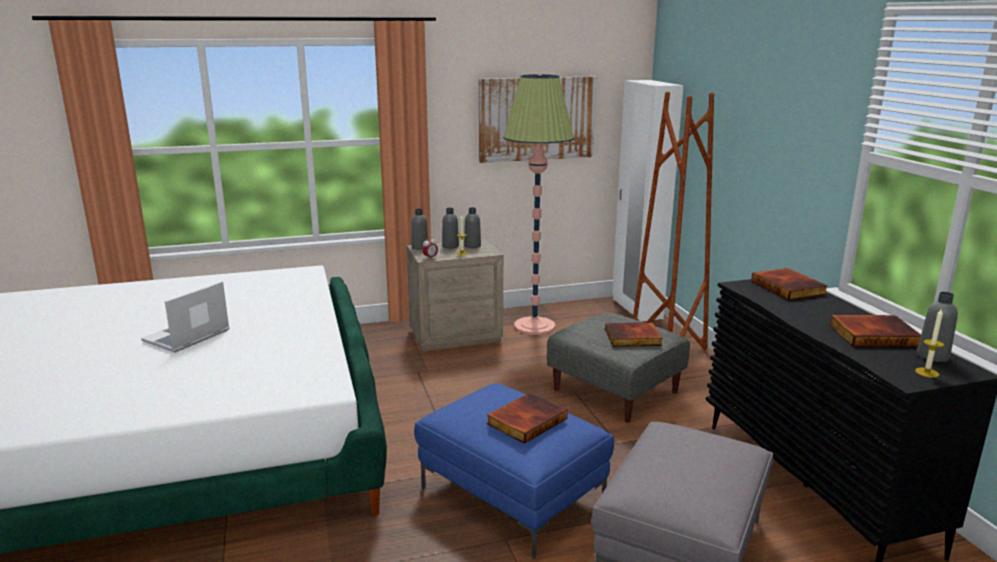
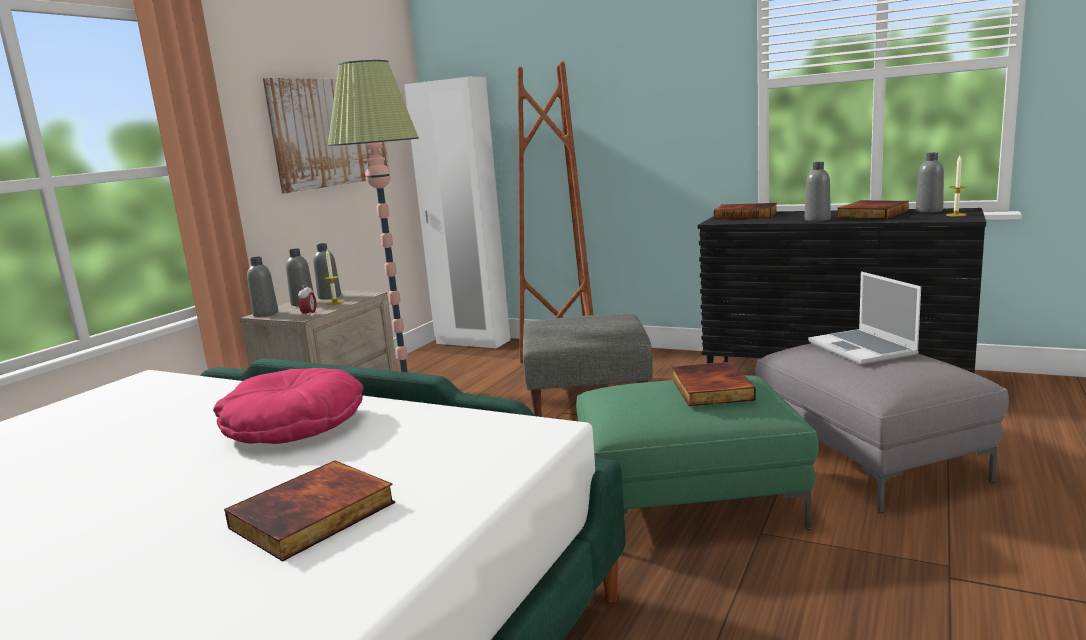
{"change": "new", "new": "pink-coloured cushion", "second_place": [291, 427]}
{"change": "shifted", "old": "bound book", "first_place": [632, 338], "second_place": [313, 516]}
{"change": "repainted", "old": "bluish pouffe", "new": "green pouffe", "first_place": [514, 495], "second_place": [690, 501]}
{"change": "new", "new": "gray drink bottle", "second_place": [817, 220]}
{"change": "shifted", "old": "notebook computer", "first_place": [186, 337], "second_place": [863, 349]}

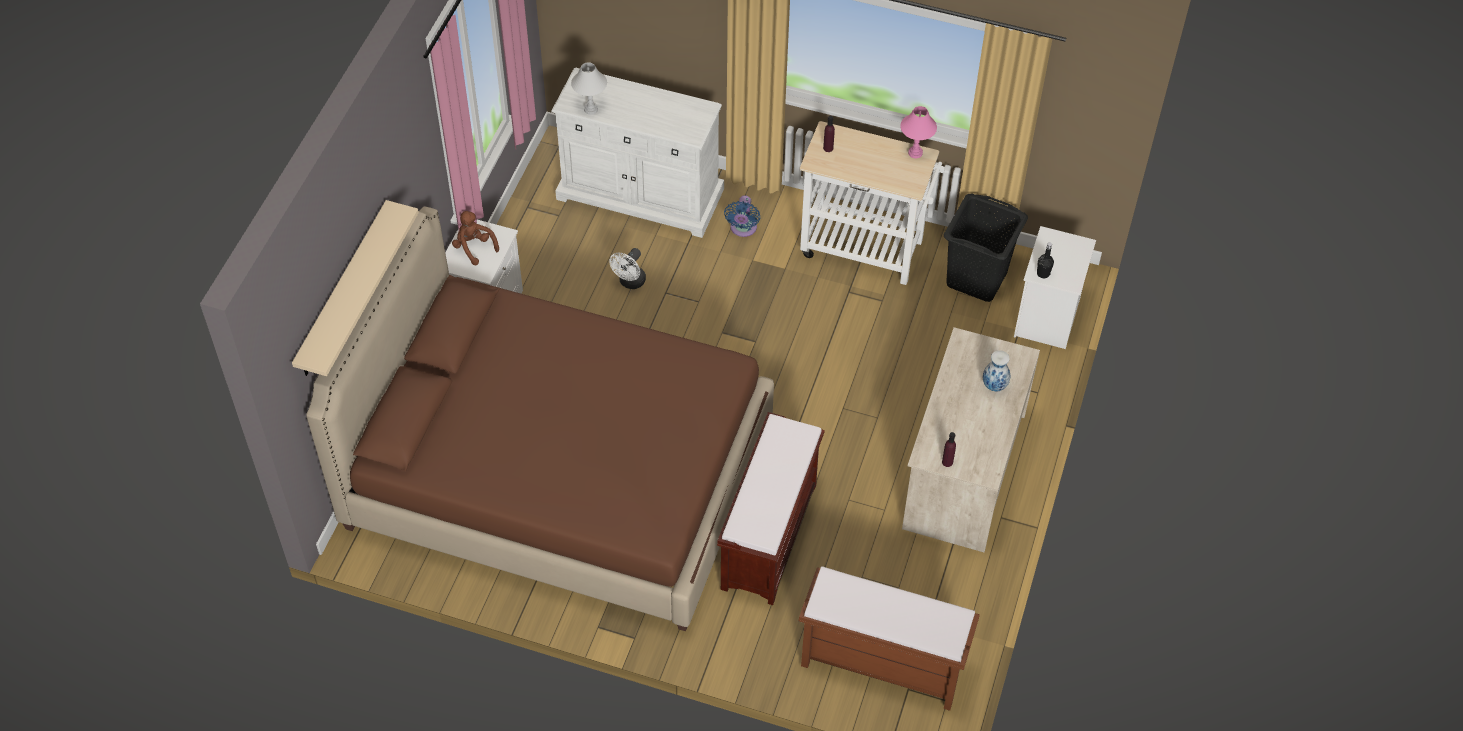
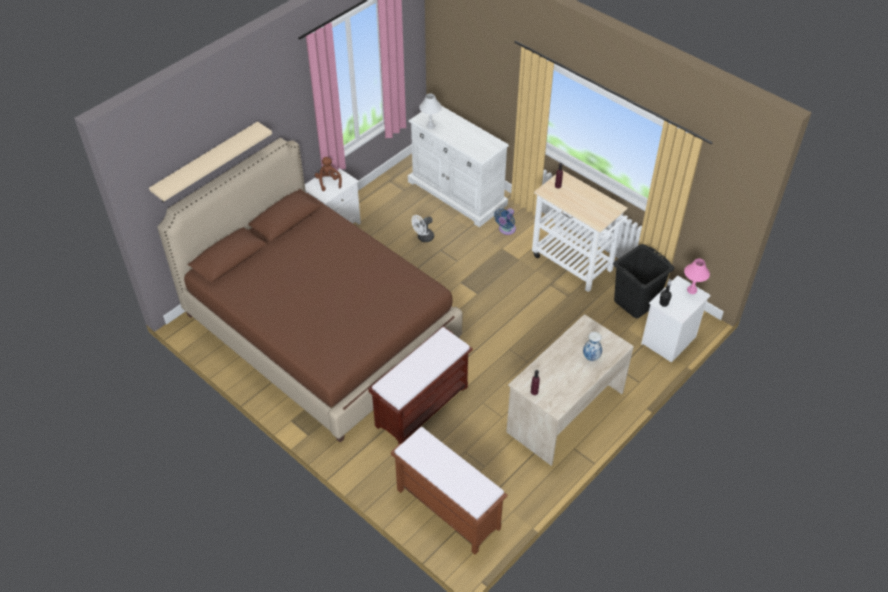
{"change": "shifted", "old": "pink-coloured tabletop lamp", "first_place": [915, 153], "second_place": [692, 290]}

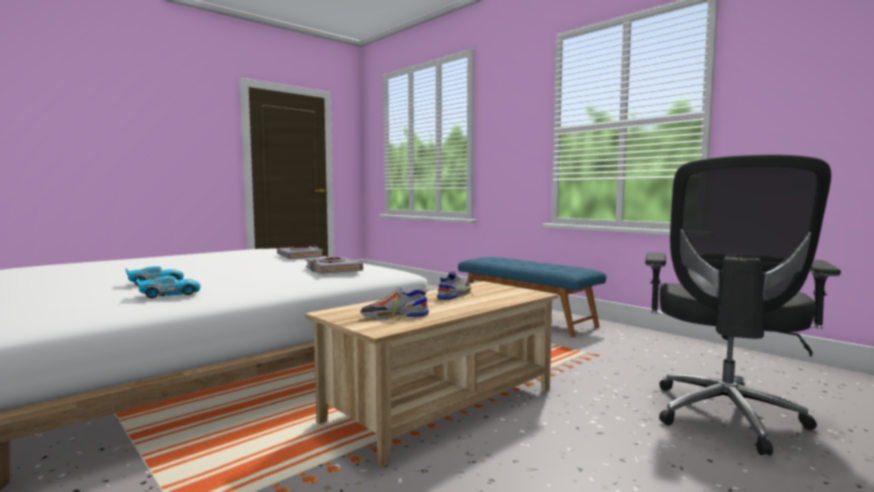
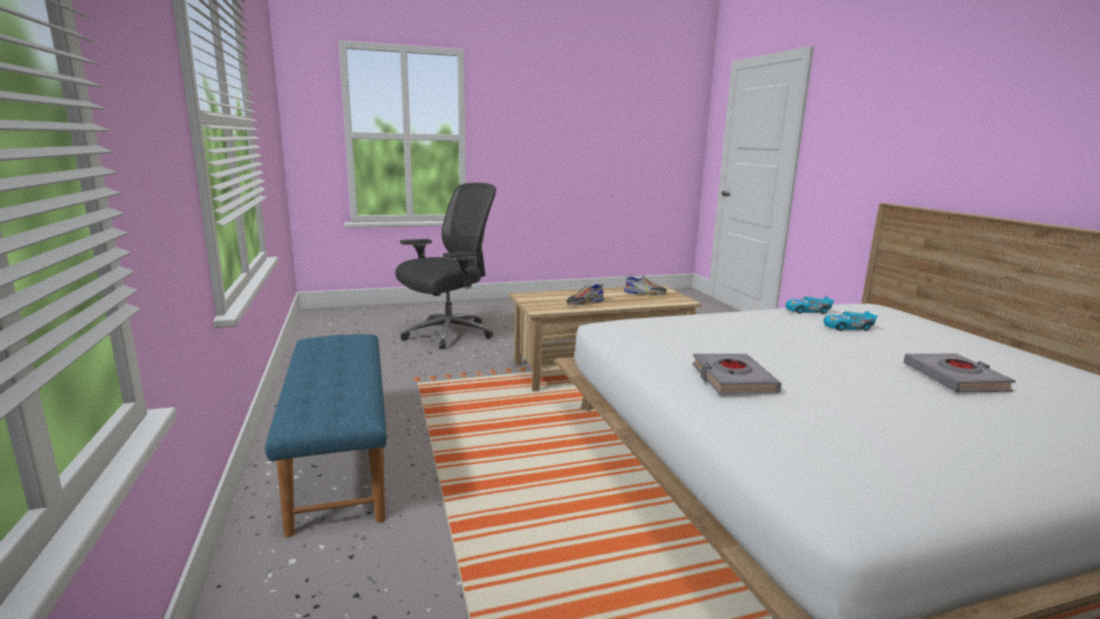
{"change": "shifted", "old": "gray bound book", "first_place": [333, 270], "second_place": [955, 378]}

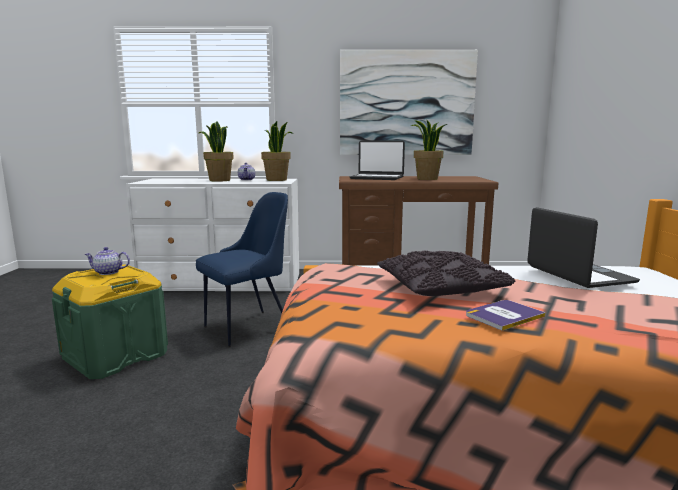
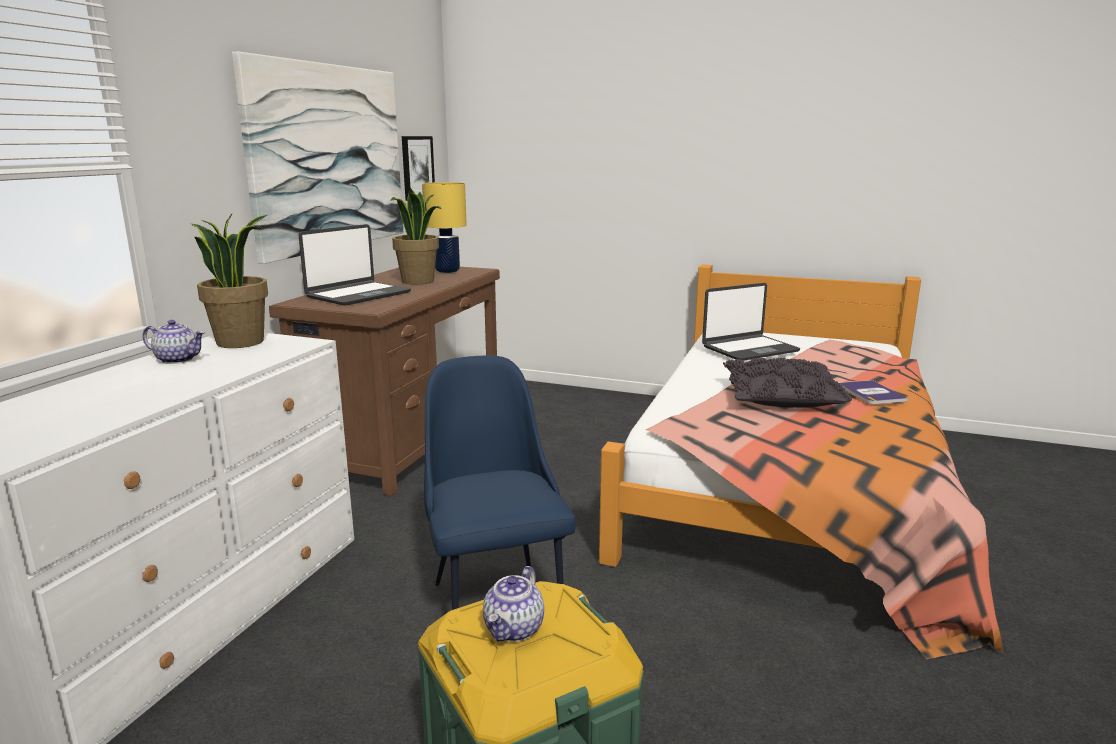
{"change": "new", "new": "wall picture", "second_place": [417, 167]}
{"change": "new", "new": "yellow-coloured tabletop lamp", "second_place": [448, 272]}
{"change": "rotated", "old": "notebook computer", "first_place": [578, 274], "second_place": [749, 349], "degrees": 150}
{"change": "gone", "old": "potted plant", "first_place": [219, 180]}

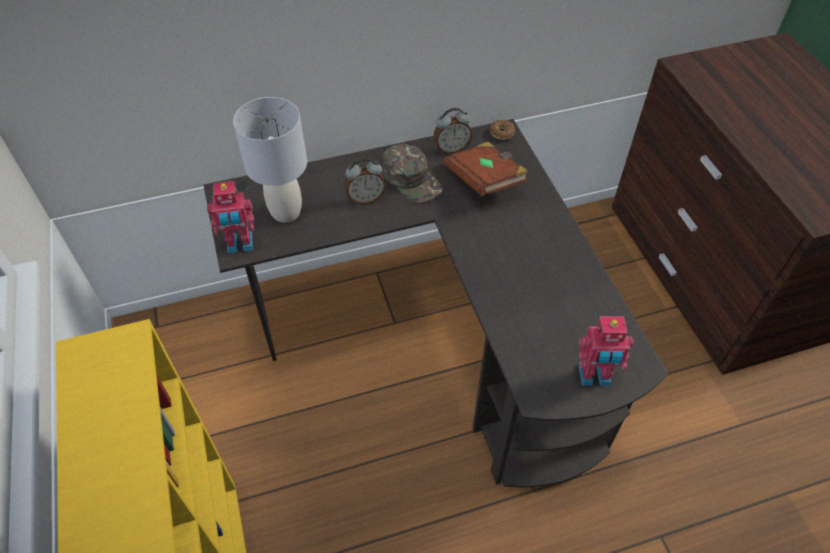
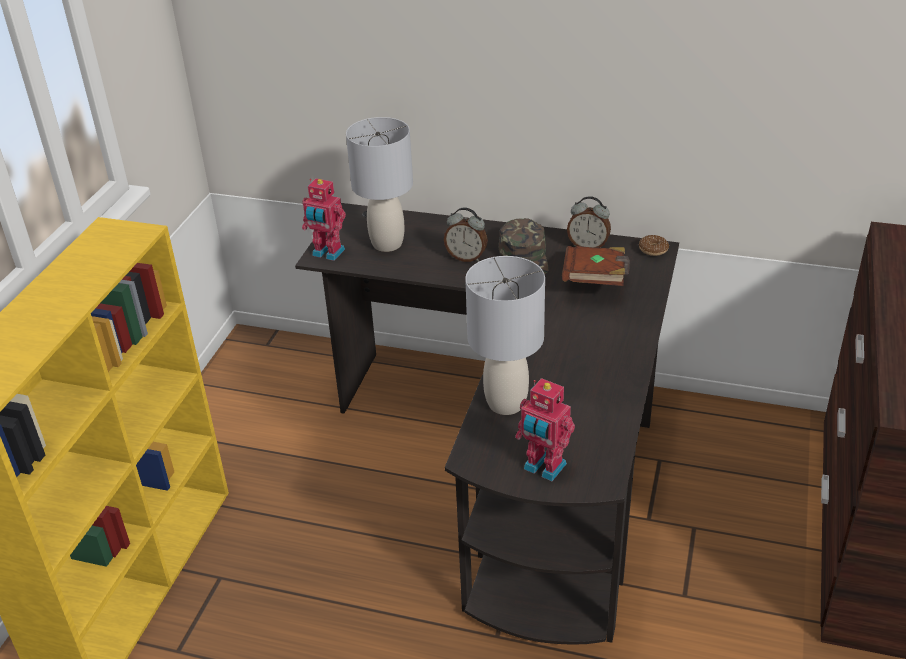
{"change": "new", "new": "gray tabletop lamp", "second_place": [506, 403]}

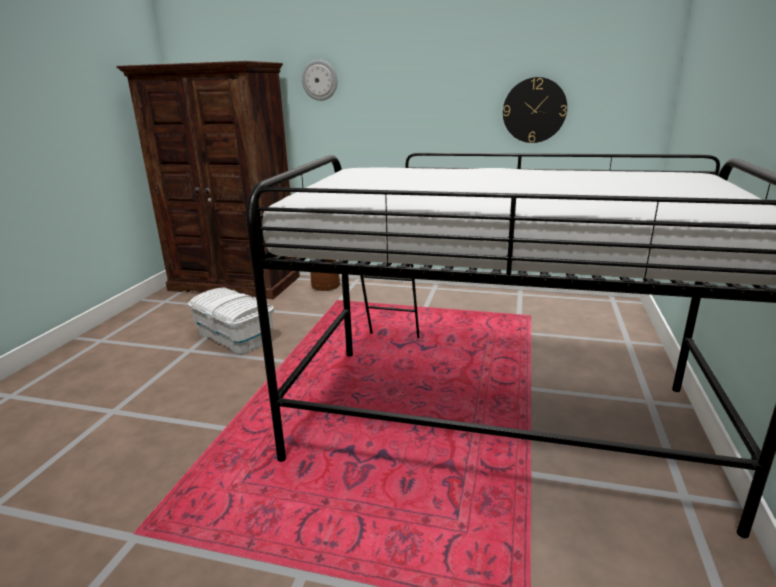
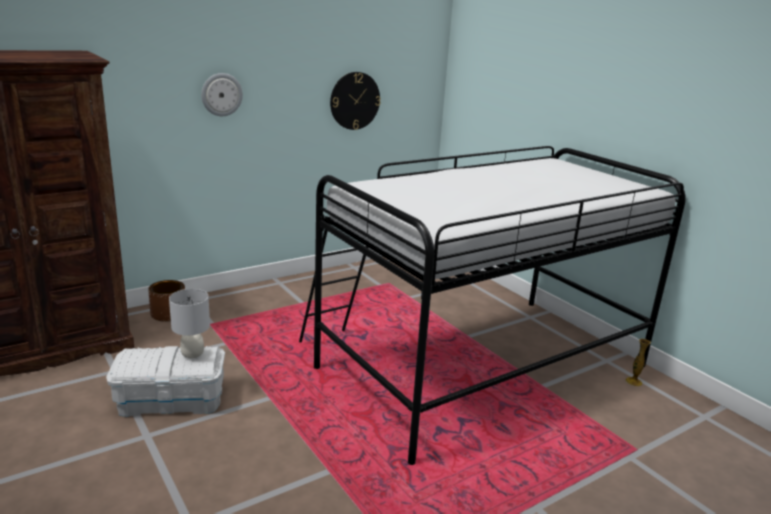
{"change": "new", "new": "gray tabletop lamp", "second_place": [193, 355]}
{"change": "shifted", "old": "clock on the wall", "first_place": [320, 80], "second_place": [221, 94]}
{"change": "new", "new": "flower vase", "second_place": [633, 382]}

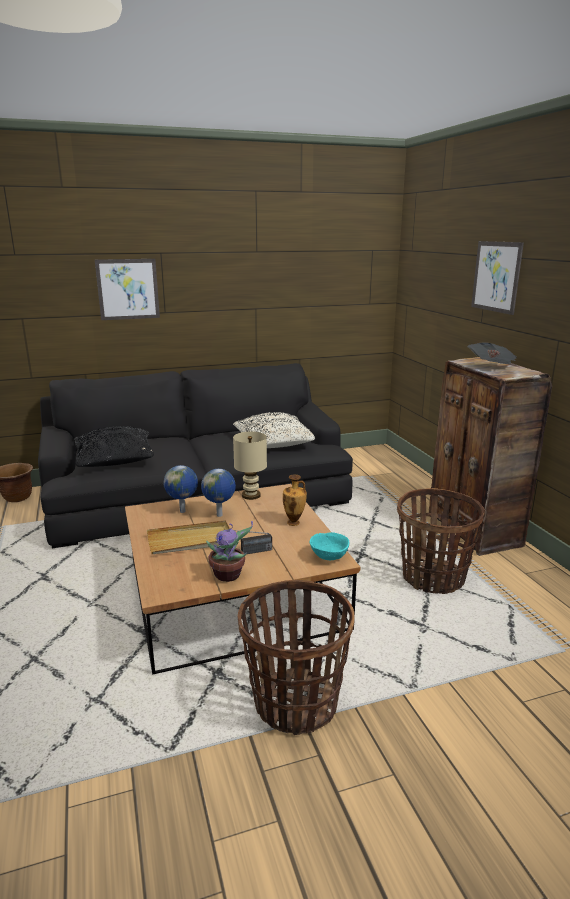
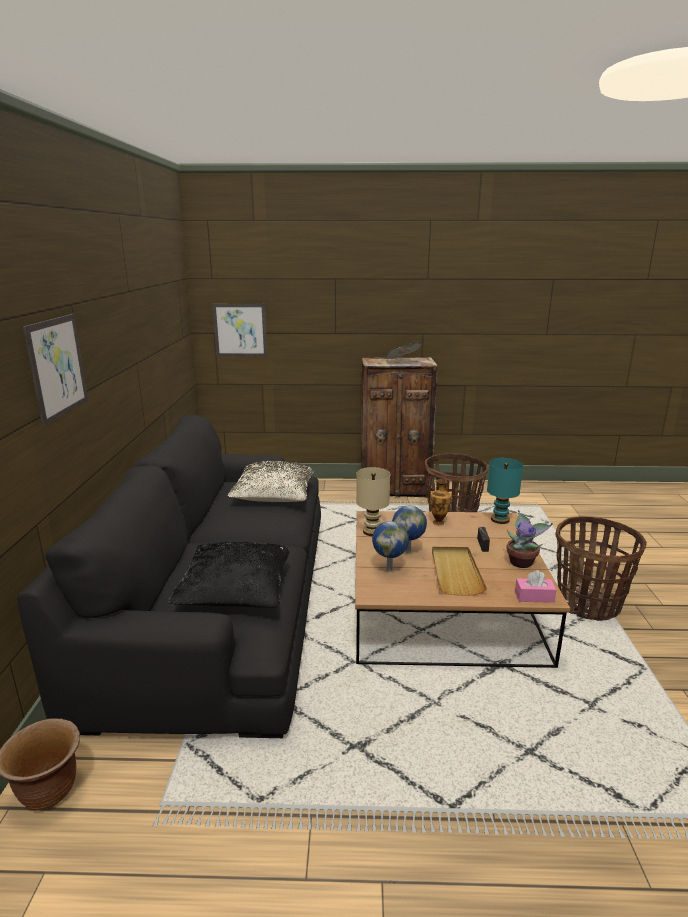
{"change": "shifted", "old": "wall picture", "first_place": [496, 276], "second_place": [240, 330]}
{"change": "swapped", "old": "turquoise-coloured deep dish", "new": "turquoise-coloured tabletop lamp", "first_place": [328, 557], "second_place": [500, 520]}
{"change": "new", "new": "pink-coloured tissue box", "second_place": [534, 596]}

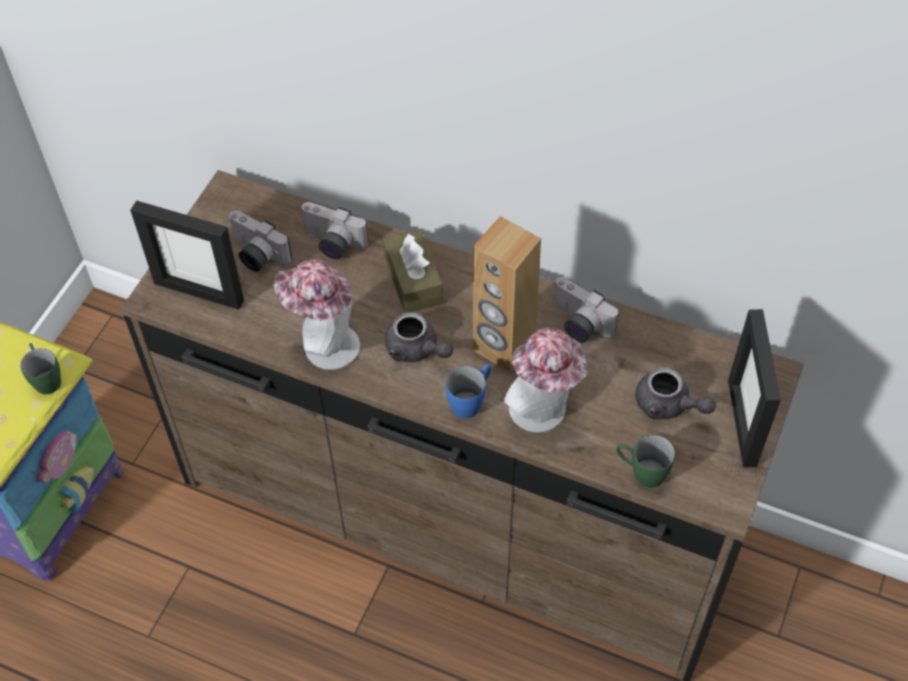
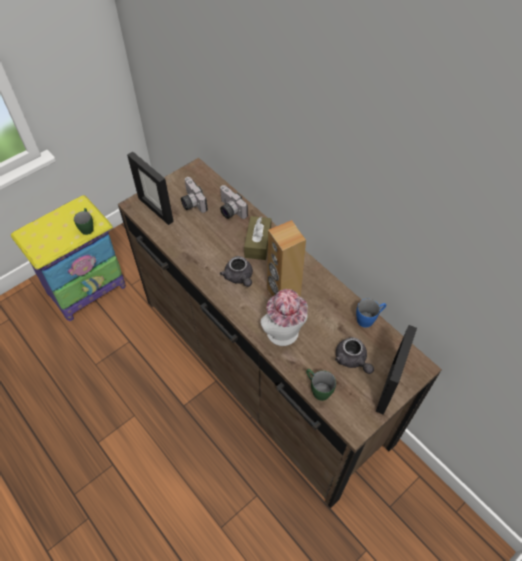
{"change": "shifted", "old": "bluish tea mug", "first_place": [471, 400], "second_place": [369, 319]}
{"change": "gone", "old": "clothing hat", "first_place": [324, 345]}
{"change": "gone", "old": "photo camera", "first_place": [578, 324]}

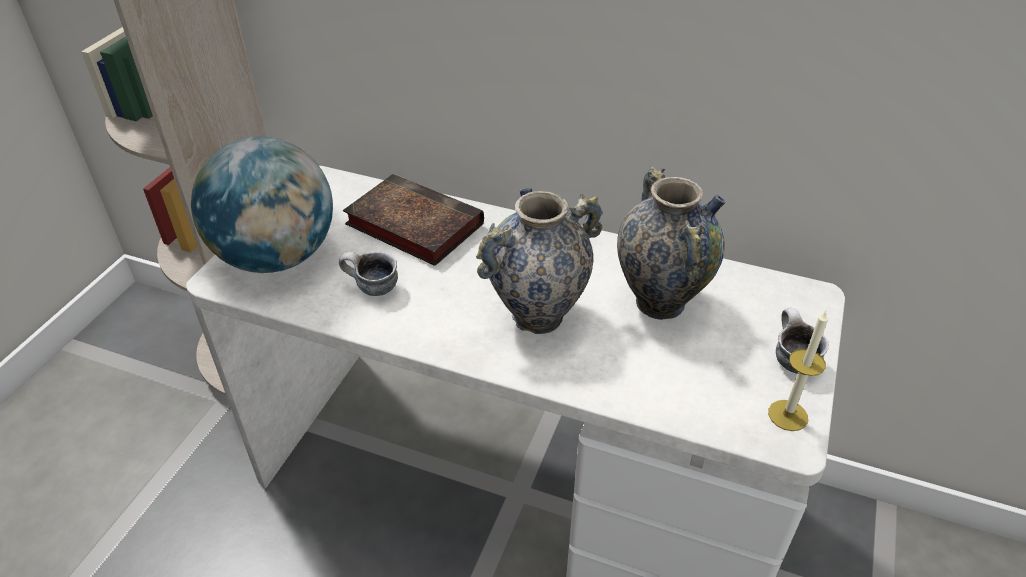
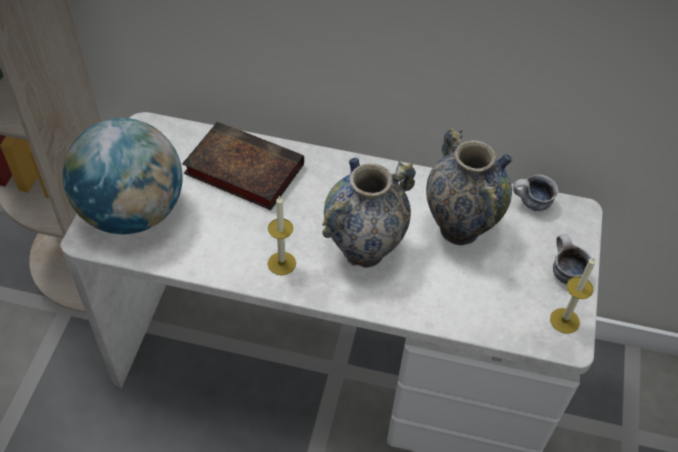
{"change": "new", "new": "candle", "second_place": [281, 263]}
{"change": "shifted", "old": "tea mug", "first_place": [371, 289], "second_place": [530, 204]}

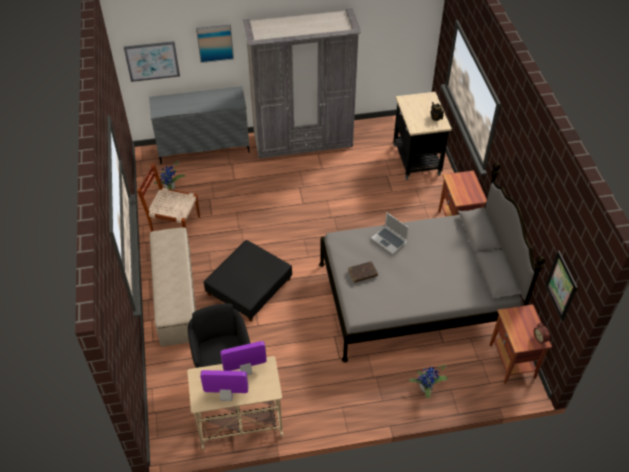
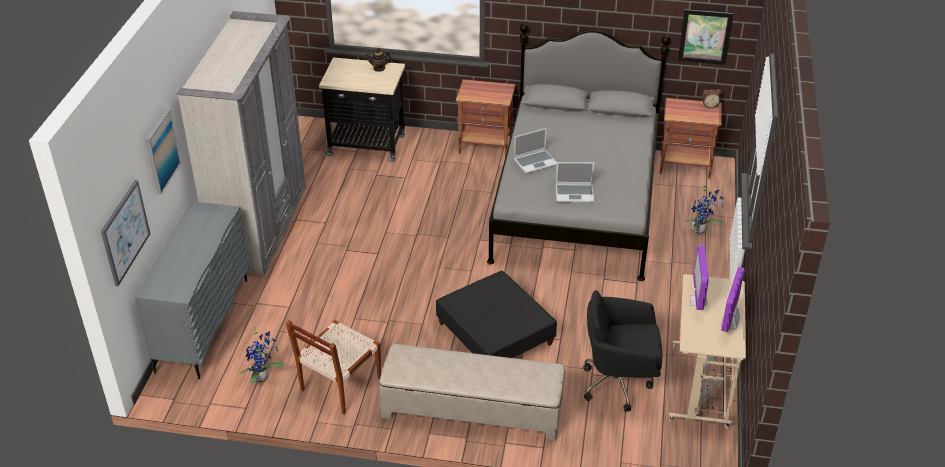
{"change": "swapped", "old": "brown-coloured bound book", "new": "notebook computer", "first_place": [362, 274], "second_place": [575, 194]}

